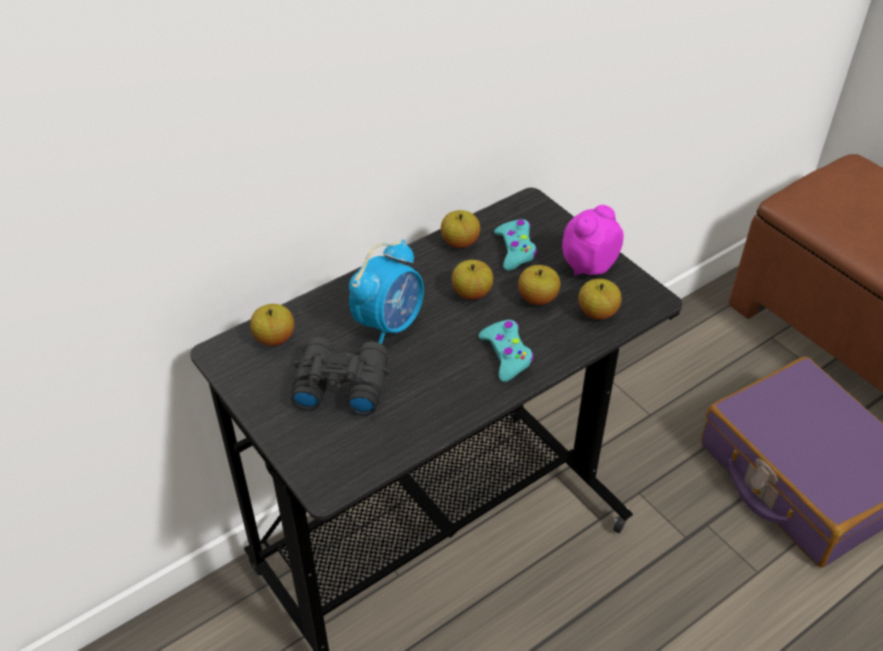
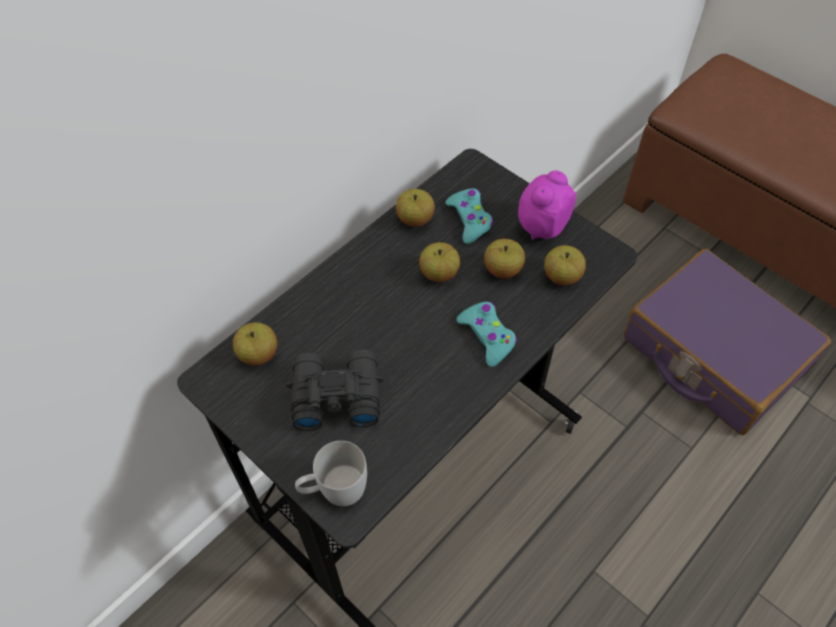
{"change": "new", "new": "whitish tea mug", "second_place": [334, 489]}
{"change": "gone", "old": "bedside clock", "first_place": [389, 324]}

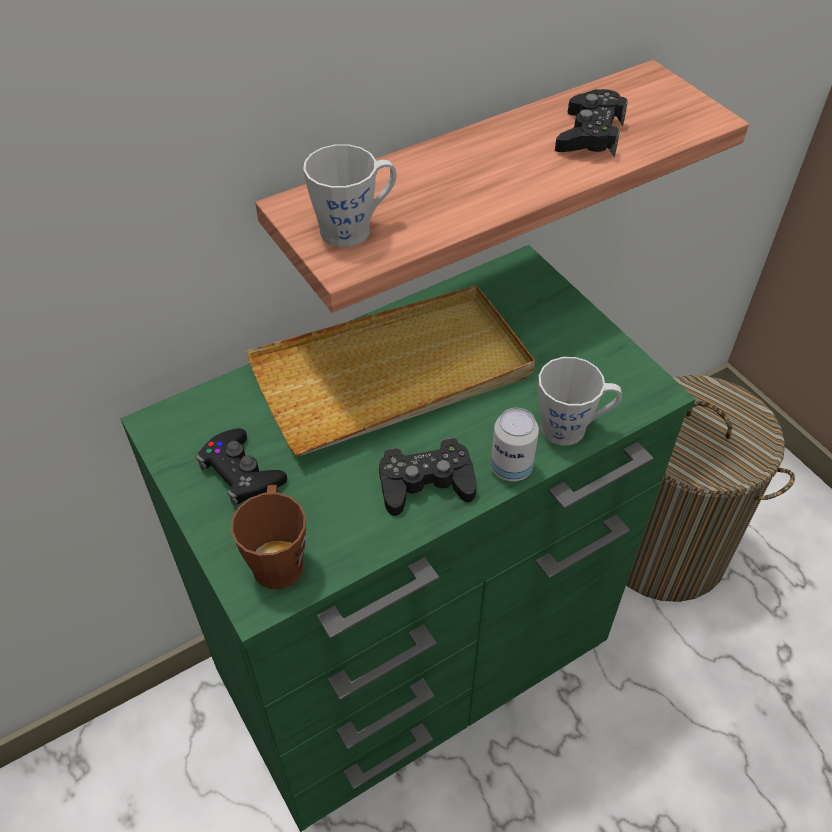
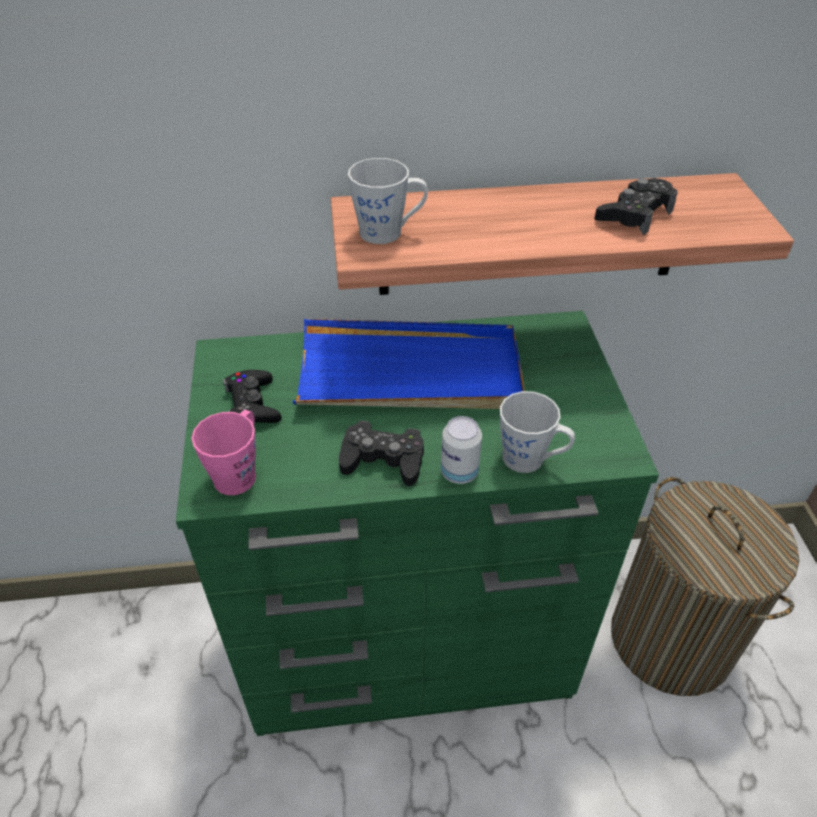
{"change": "repainted", "old": "brown-coloured tea mug", "new": "pink-coloured tea mug", "first_place": [278, 557], "second_place": [239, 472]}
{"change": "repainted", "old": "sand-coloured tray", "new": "bluish tray", "first_place": [393, 375], "second_place": [409, 373]}

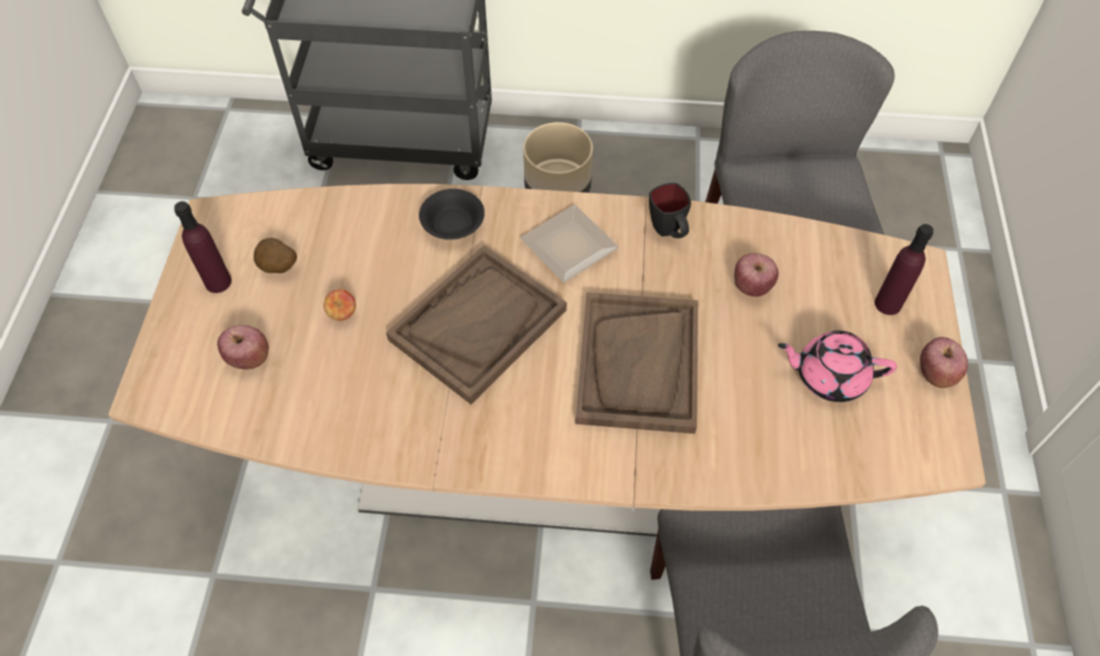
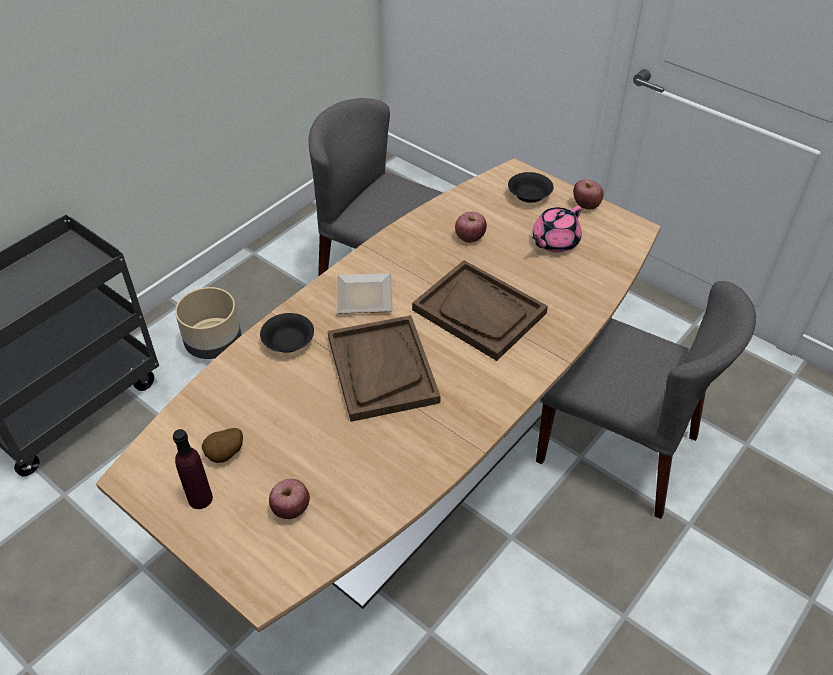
{"change": "swapped", "old": "purple drink bottle", "new": "black deep dish", "first_place": [888, 304], "second_place": [529, 196]}
{"change": "gone", "old": "apple", "first_place": [342, 314]}
{"change": "gone", "old": "black tea mug", "first_place": [669, 232]}

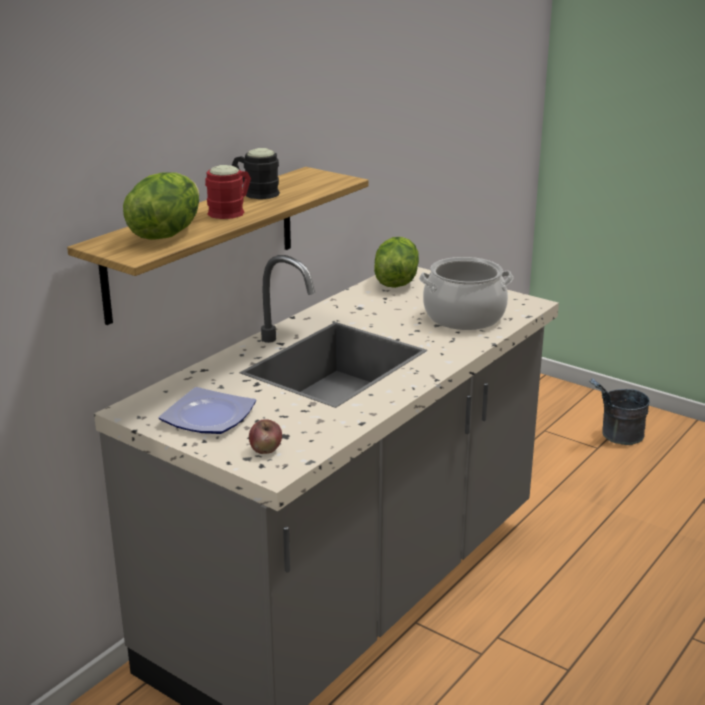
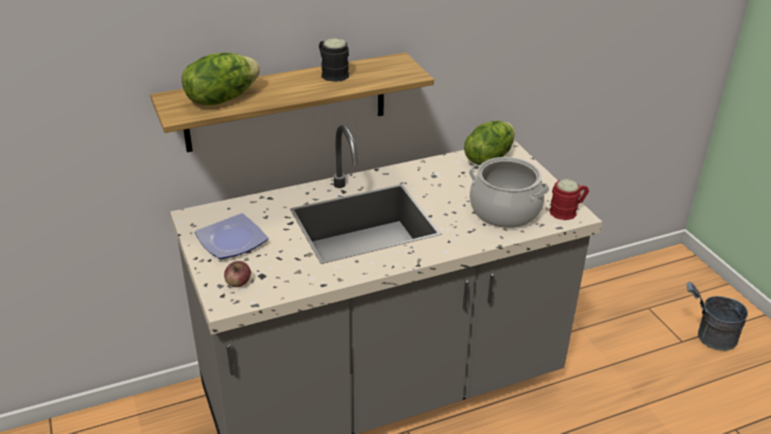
{"change": "shifted", "old": "red-coloured tea mug", "first_place": [231, 211], "second_place": [568, 211]}

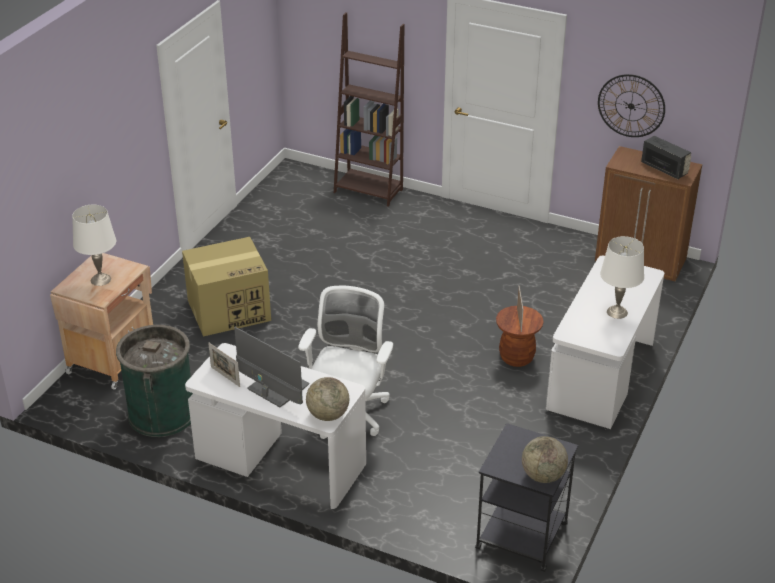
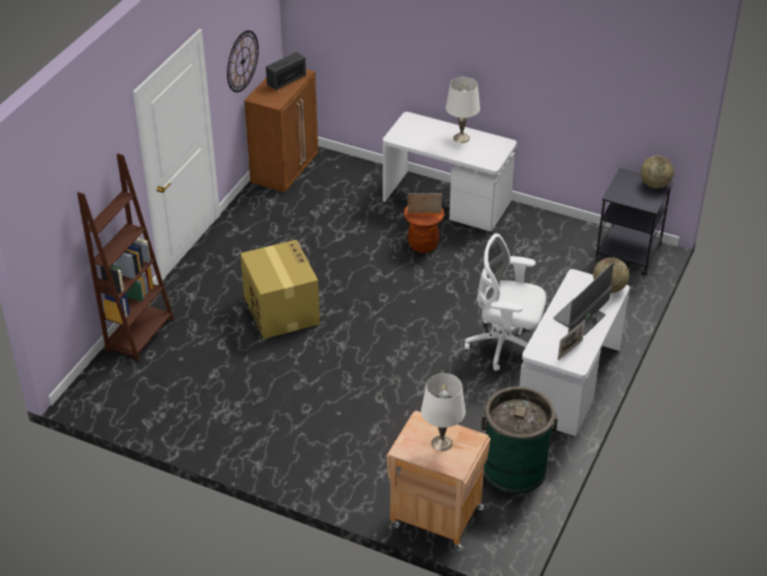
{"change": "shifted", "old": "cardboard box", "first_place": [230, 310], "second_place": [281, 309]}

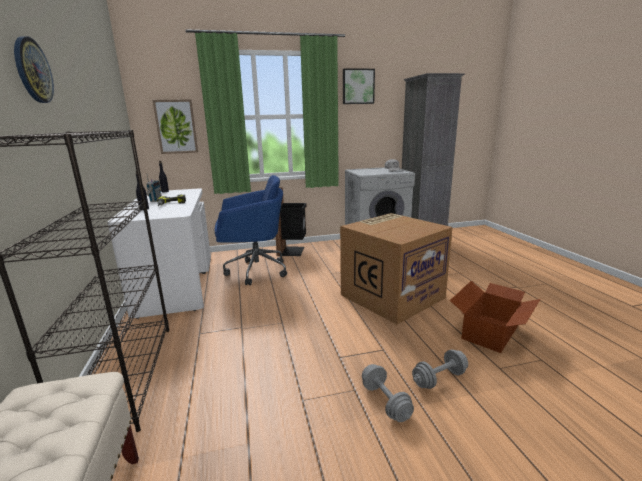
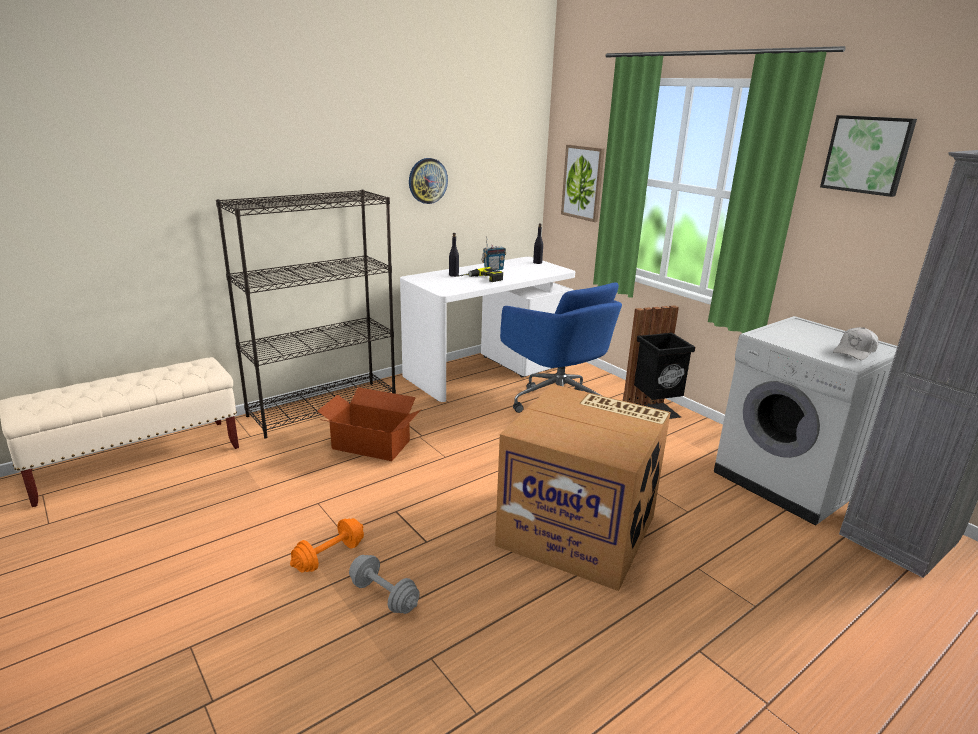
{"change": "repainted", "old": "gray free weight", "new": "orangey free weight", "first_place": [385, 402], "second_place": [329, 556]}
{"change": "shifted", "old": "cardboard box", "first_place": [491, 332], "second_place": [371, 445]}
{"change": "shifted", "old": "clock on the wall", "first_place": [32, 70], "second_place": [427, 181]}

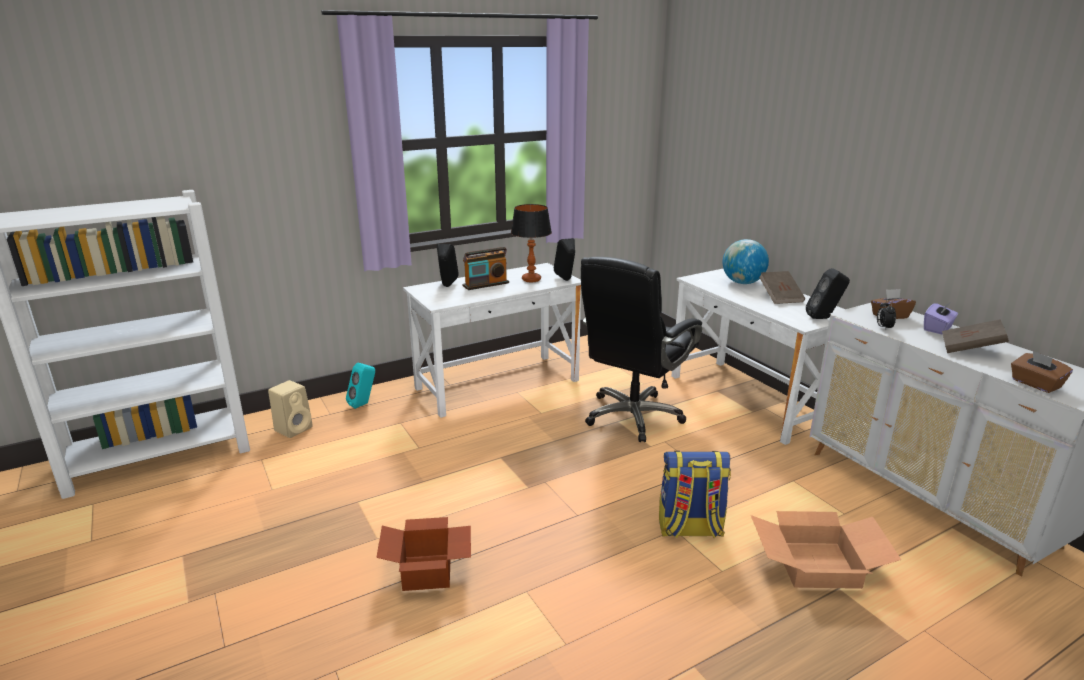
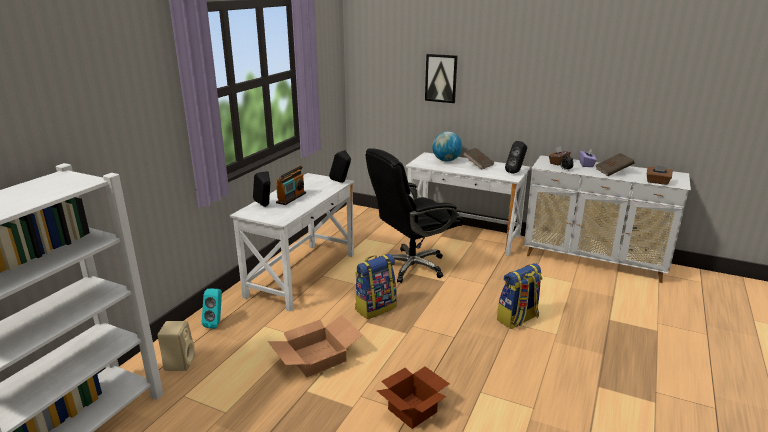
{"change": "shifted", "old": "cardboard box", "first_place": [817, 564], "second_place": [317, 357]}
{"change": "new", "new": "backpack", "second_place": [375, 308]}
{"change": "rotated", "old": "black office chair", "first_place": [634, 414], "second_place": [413, 265], "degrees": 60}
{"change": "new", "new": "wall picture", "second_place": [441, 78]}
{"change": "gone", "old": "tabletop lamp", "first_place": [531, 279]}

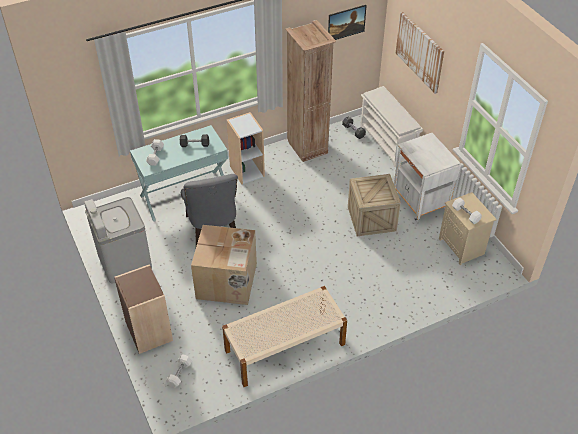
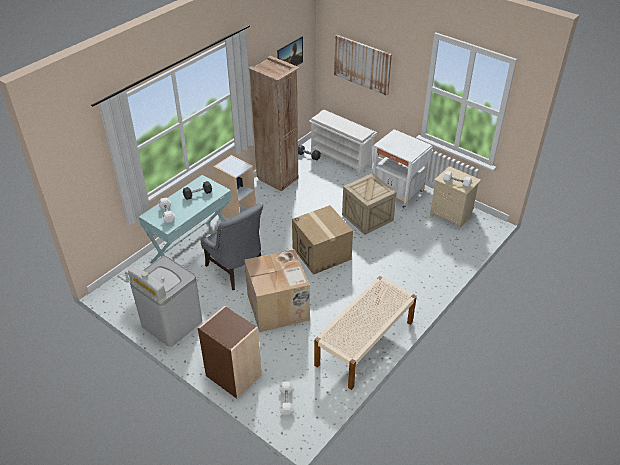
{"change": "new", "new": "cardboard box", "second_place": [321, 253]}

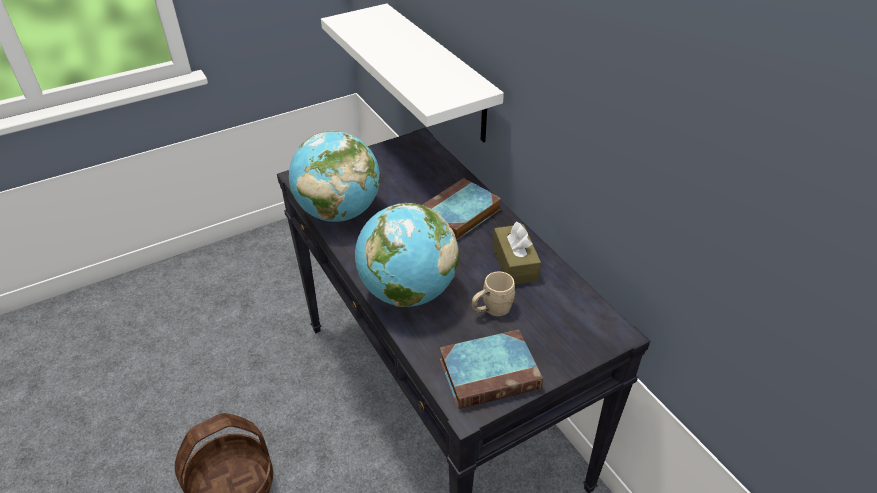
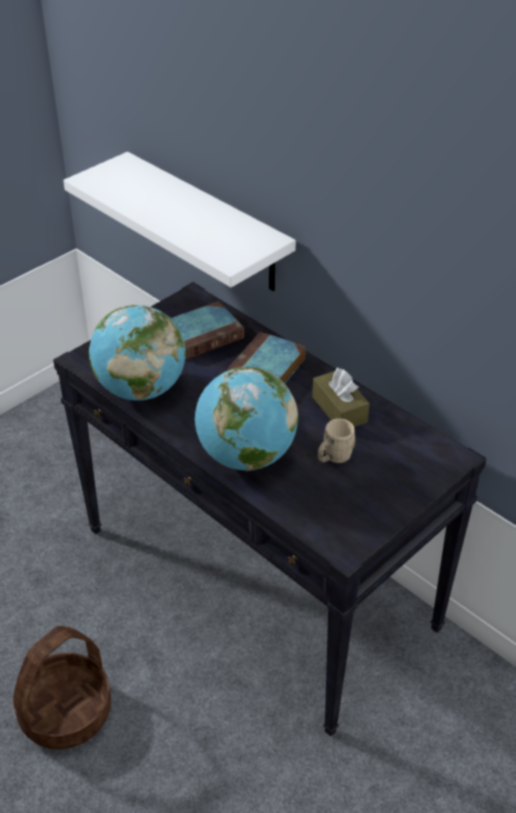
{"change": "shifted", "old": "bound book", "first_place": [491, 372], "second_place": [203, 335]}

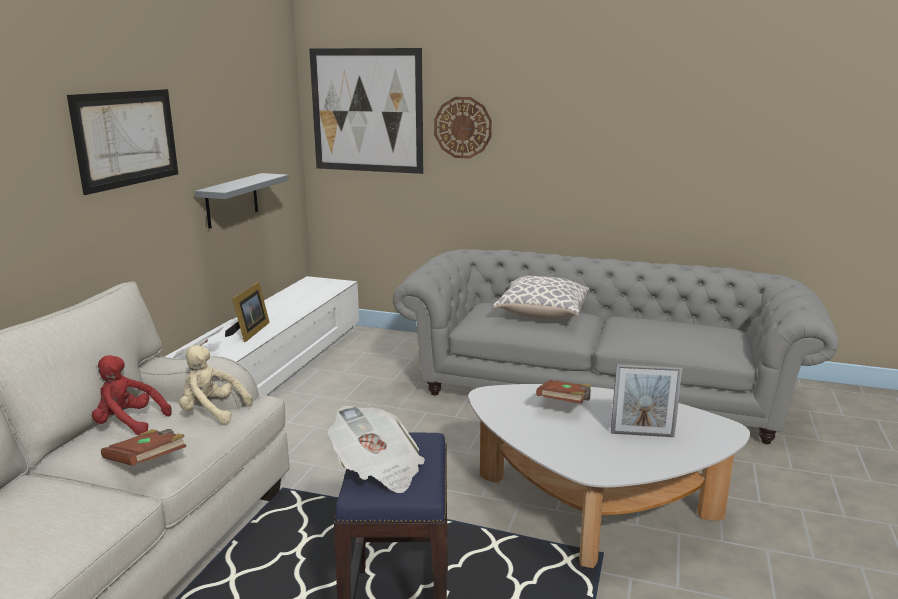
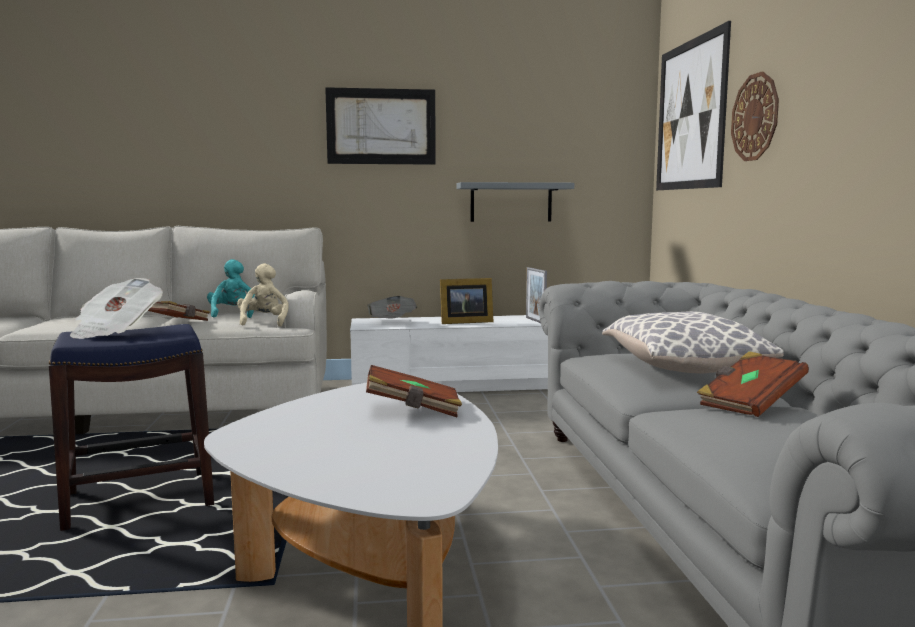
{"change": "repainted", "old": "red-coloured plush toy", "new": "turquoise-coloured plush toy", "first_place": [128, 423], "second_place": [233, 315]}
{"change": "shifted", "old": "photo frame", "first_place": [642, 434], "second_place": [535, 321]}
{"change": "new", "new": "brown-coloured bound book", "second_place": [749, 403]}

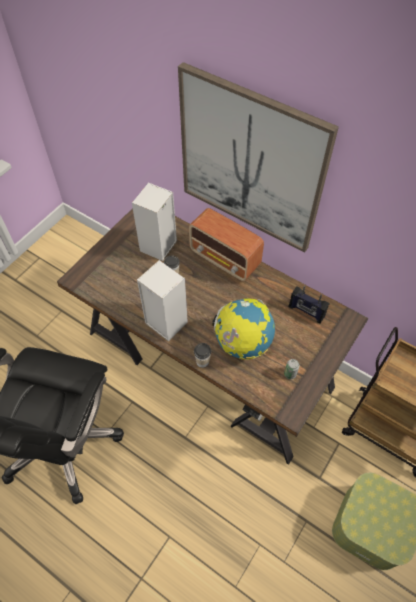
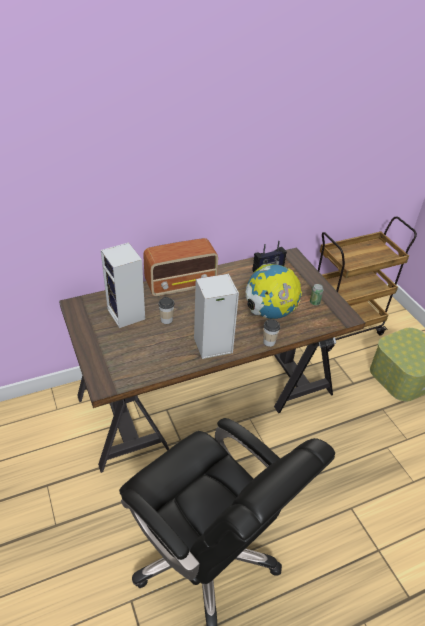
{"change": "gone", "old": "wall picture", "first_place": [250, 162]}

